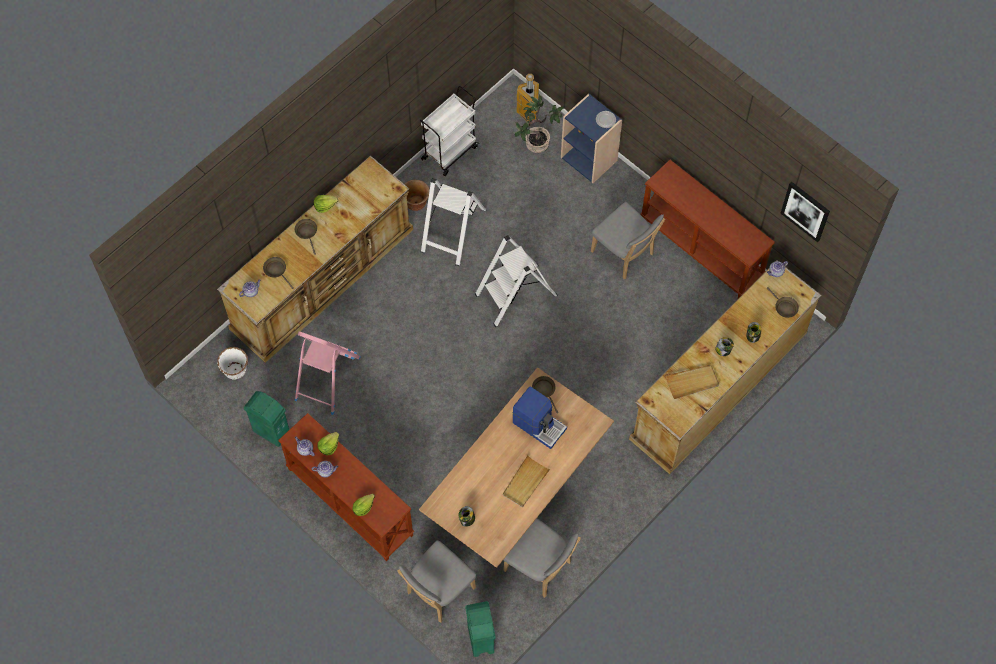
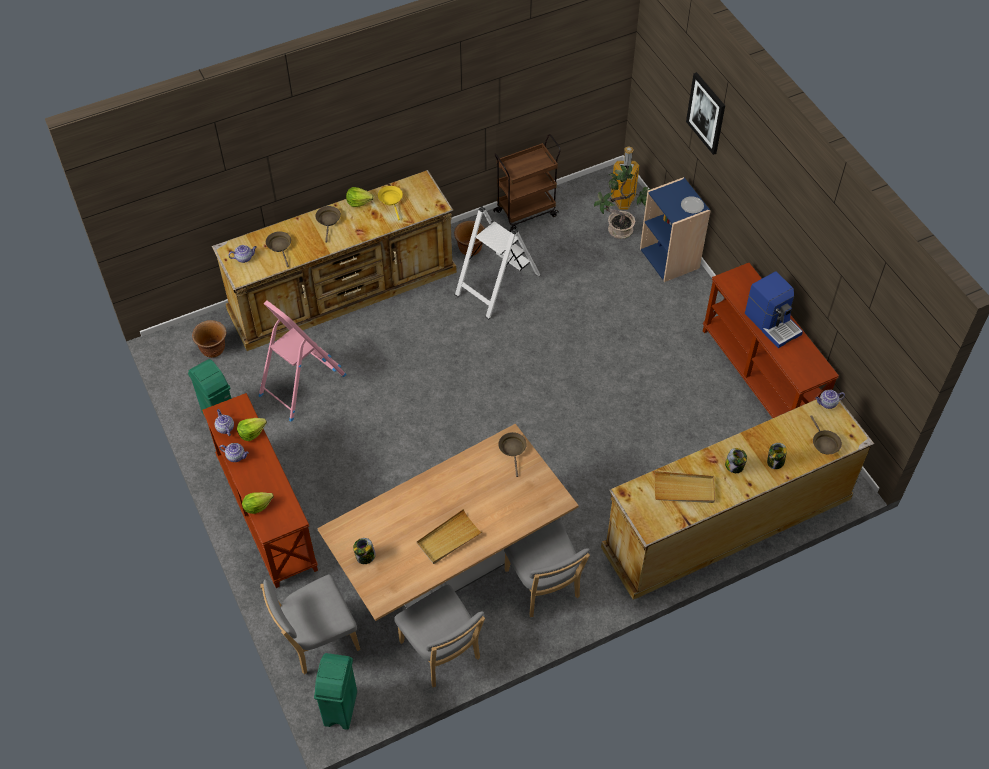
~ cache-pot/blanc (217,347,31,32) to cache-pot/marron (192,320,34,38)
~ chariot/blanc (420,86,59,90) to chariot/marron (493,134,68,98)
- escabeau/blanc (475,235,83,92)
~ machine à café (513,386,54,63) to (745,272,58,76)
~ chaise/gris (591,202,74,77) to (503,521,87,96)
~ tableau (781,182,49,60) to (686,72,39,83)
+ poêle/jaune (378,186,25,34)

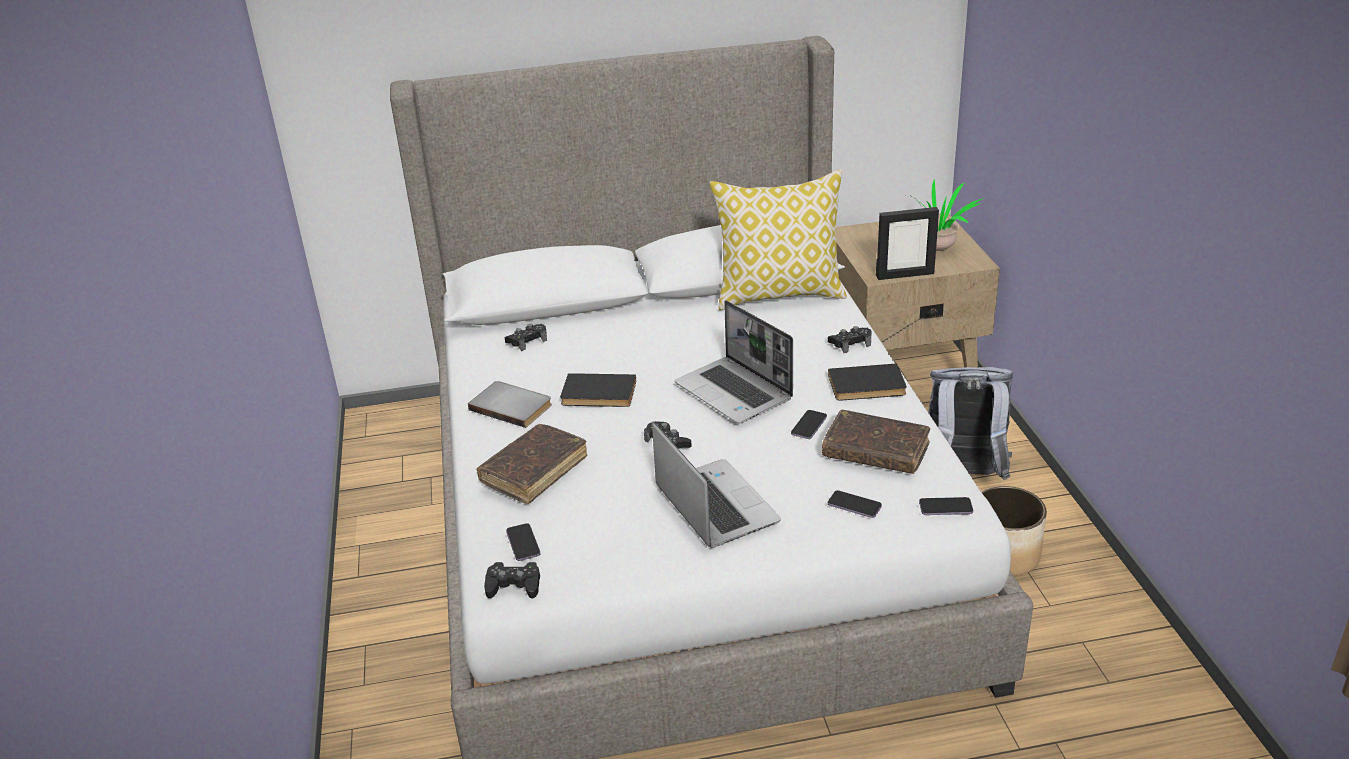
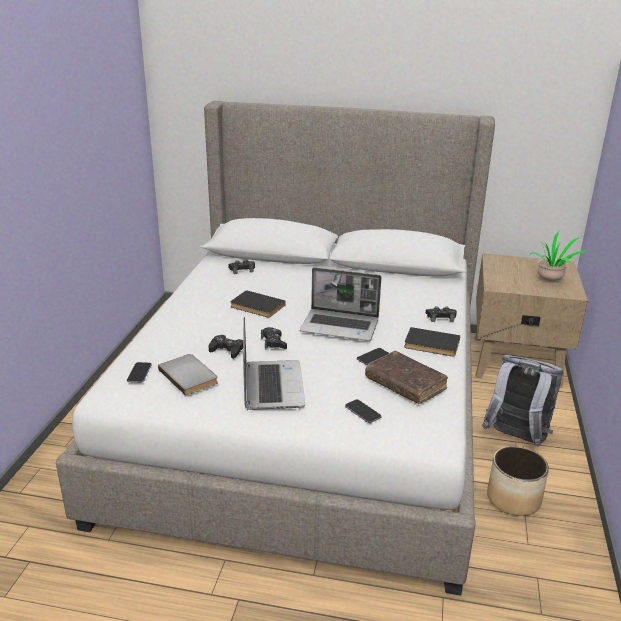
~ livre/gris (468,381,84,47) to (158,354,60,42)
- livre/marron (476,424,111,80)
~ manette/noir (484,562,56,36) to (209,335,34,24)
~ ordinateur portable (675,300,118,124) = (300,267,82,74) 60 degrees counterclockwise
- coussin (709,170,138,140)
- cadre photo (876,207,63,73)
- téléphone (919,497,54,18)

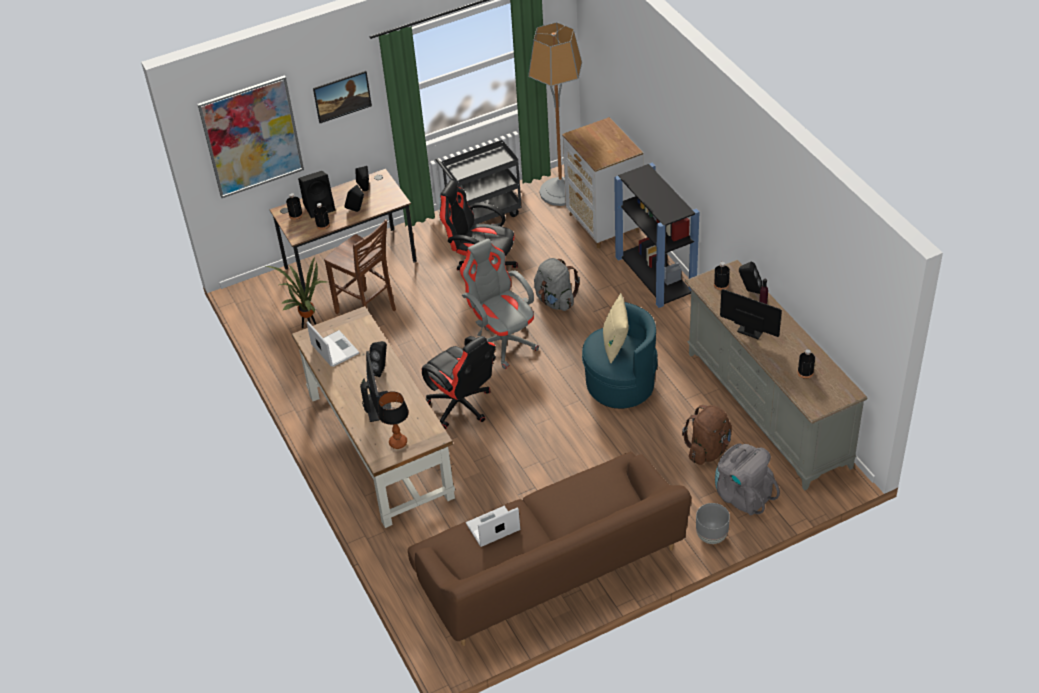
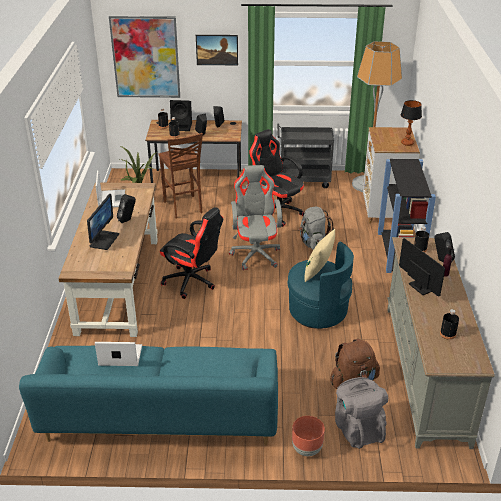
~ lampe de table (378,391,31,58) to (401,100,21,46)
~ canapé/marron (408,452,284,194) to canapé/turquoise (19,346,259,99)
~ chaise de bureau/noir (422,336,74,93) = (160,207,63,92) 45 degrees counterclockwise
~ cache-pot/gris (696,503,34,41) to cache-pot/marron (292,416,33,40)

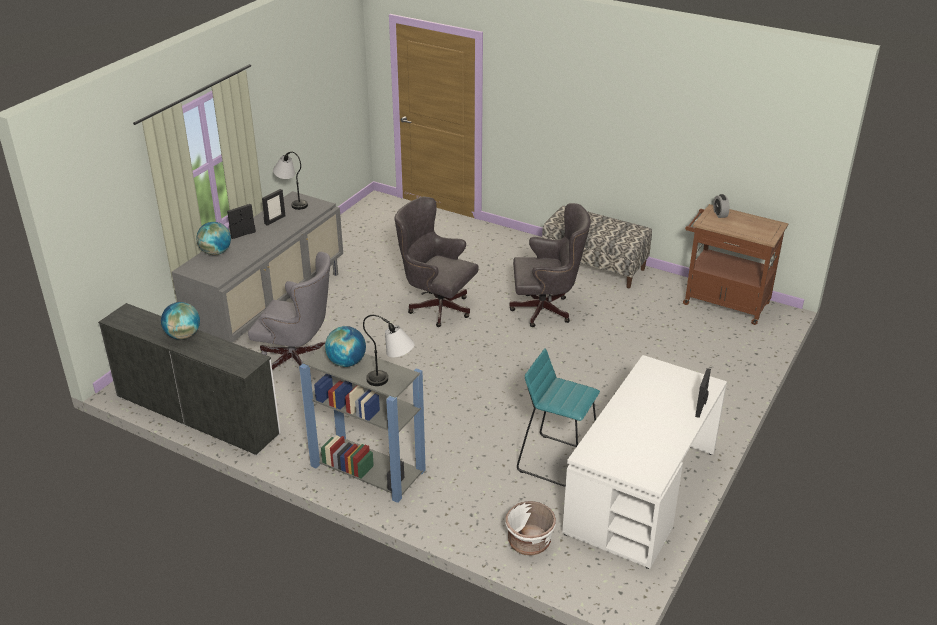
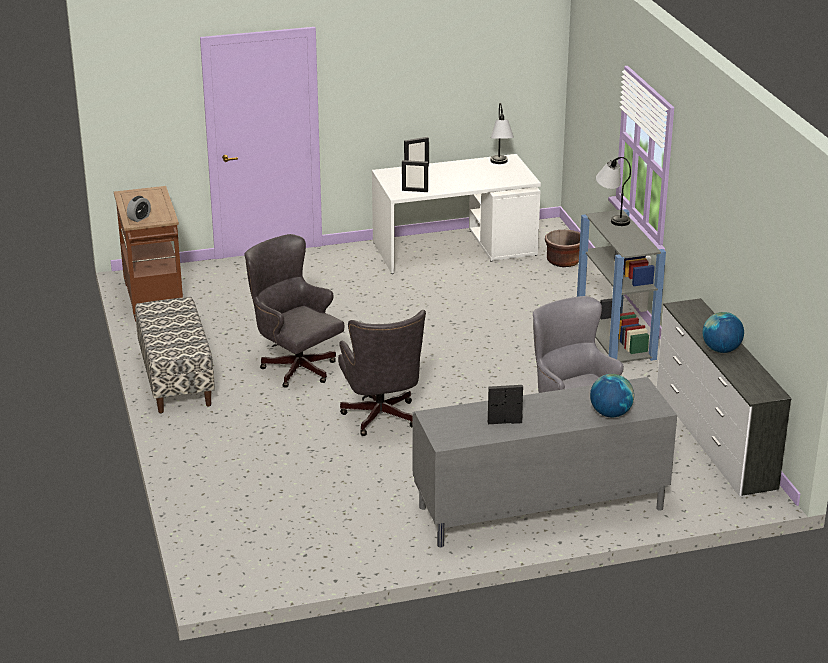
~ cadre photo (227,204,29,35) to (402,160,26,32)
~ lampe de table (273,152,35,58) to (491,103,23,61)
- globe (325,326,41,41)
~ cache-pot/blanc (505,501,51,55) to cache-pot/marron (545,230,35,37)
- tabouret/turquoise (517,348,83,139)

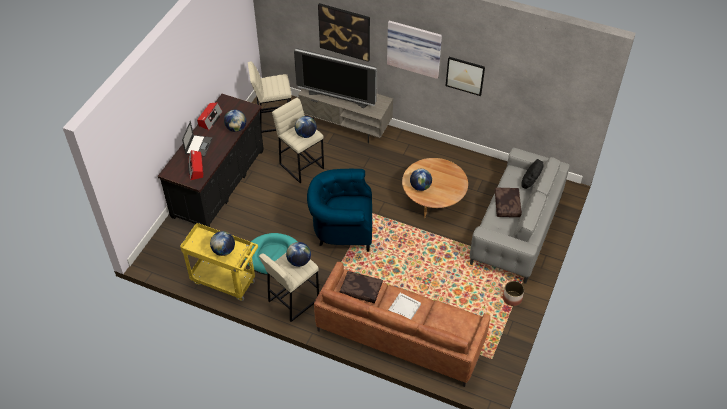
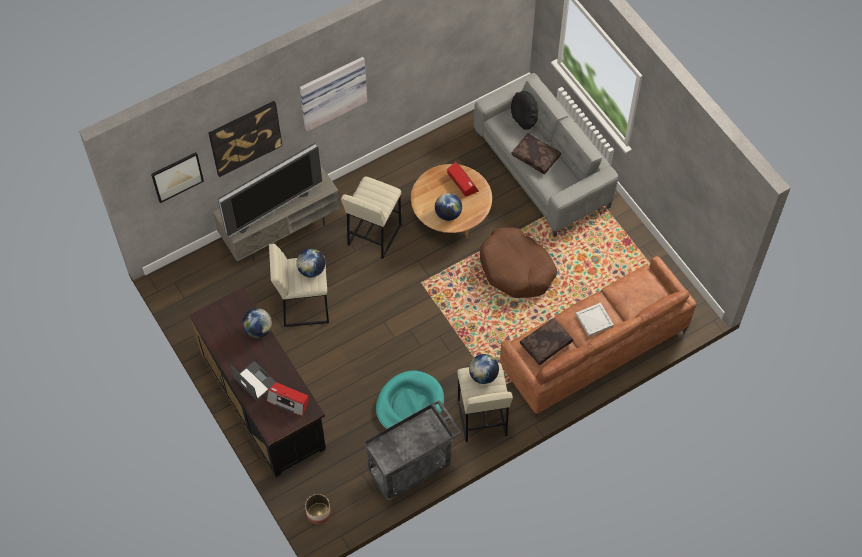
~ chariot/jaune (180,223,78,78) to chariot/gris (365,400,96,100)
~ radio (197,103,26,27) to (447,162,32,35)
- globe (210,231,25,25)
~ tabouret/beige (248,61,43,72) to (341,176,60,83)
- fauteuil/bleu (307,169,65,83)
~ tableau (446,57,39,39) to (151,152,53,51)
~ cache-pot (503,281,21,25) to (305,494,26,30)
+ panier pour chien/marron (480,227,77,71)

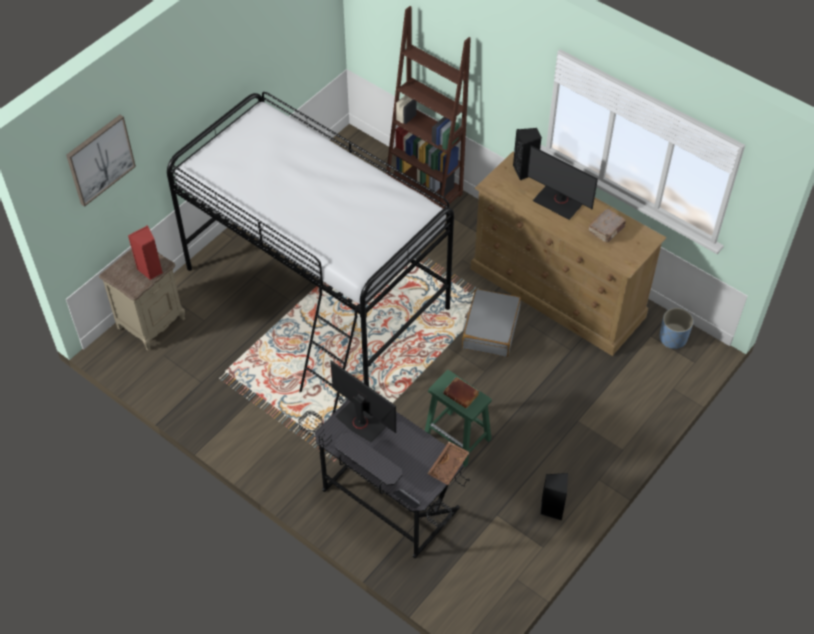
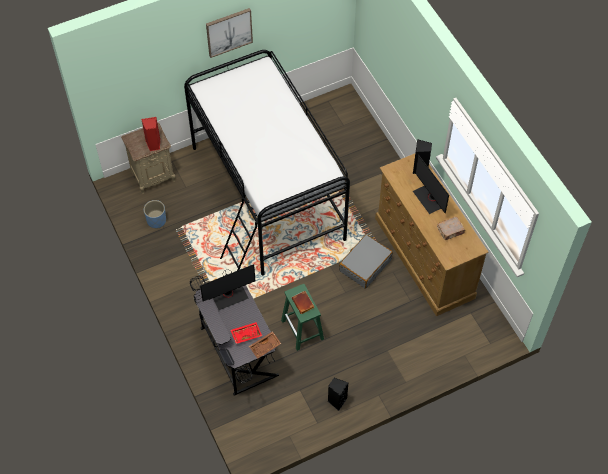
~ tableau (66,115,70,92) to (206,8,47,50)
~ écran d'ordinateur (330,360,66,82) = (200,264,55,46) 90 degrees clockwise
- bibliothèque/marron (386,6,85,203)
~ cache-pot/bleu (659,308,35,41) to (144,200,22,28)
+ plateau/rouge (230,322,32,22)

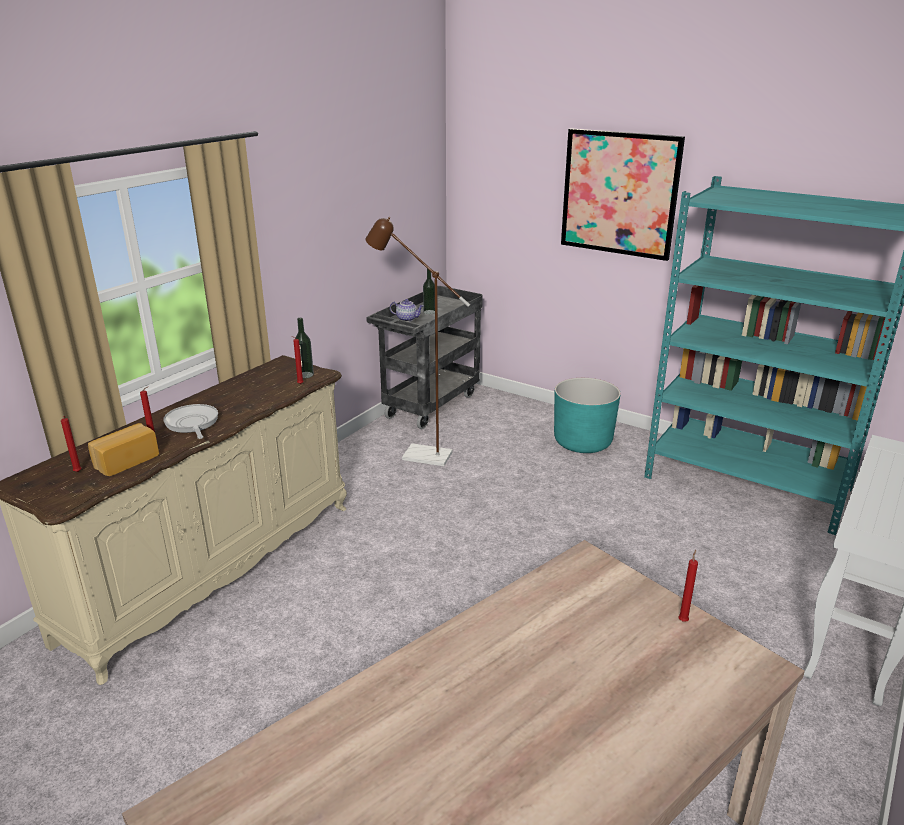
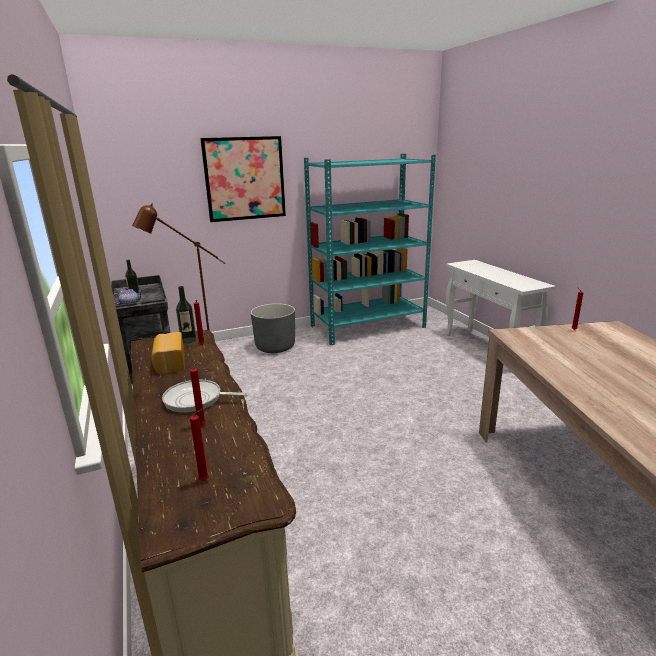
~ pain (88,423,71,53) to (152,332,33,42)
~ cache-pot/turquoise (554,378,67,75) to cache-pot/gris (251,303,44,50)

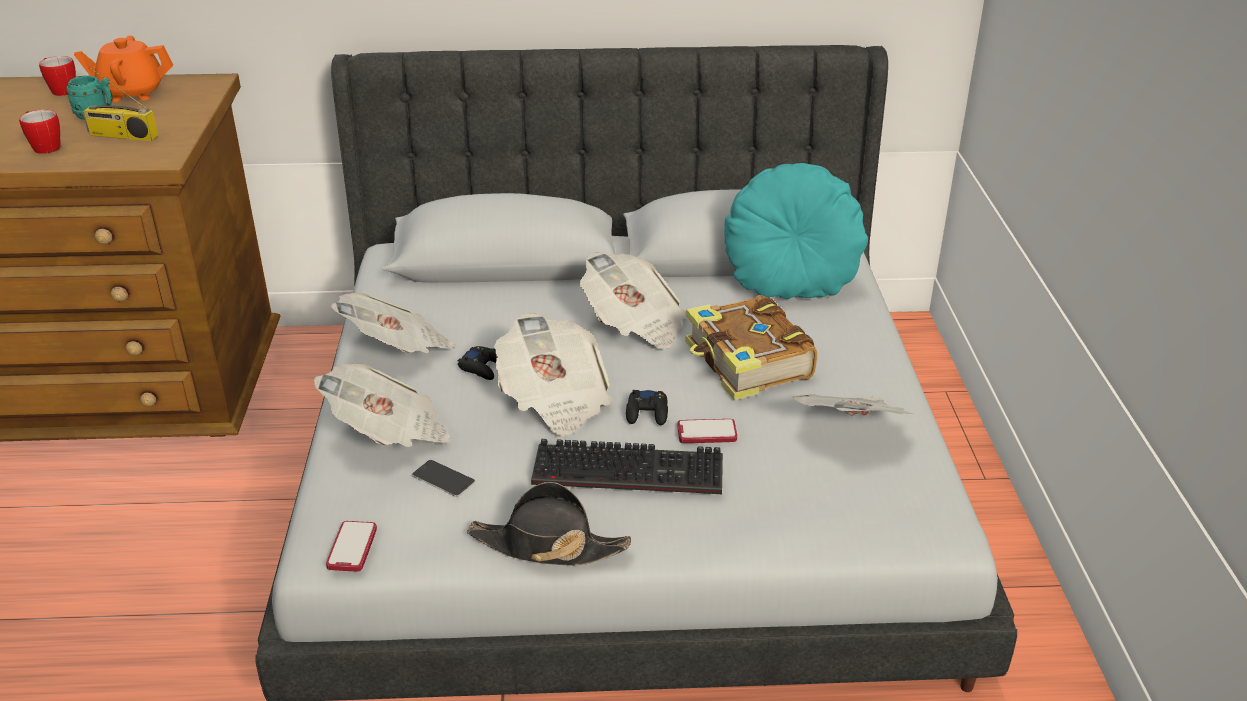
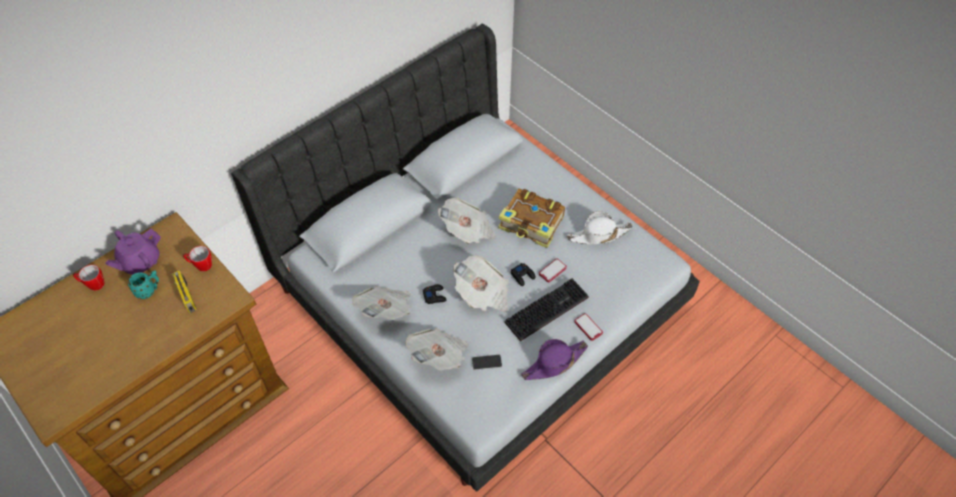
~ mug (19,110,41,44) to (183,246,29,26)
~ théière/orange (74,36,99,66) to théière/violet (105,228,56,46)
~ radio (83,67,76,74) = (172,270,25,43) 90 degrees counterclockwise
~ téléphone (326,521,51,51) to (574,313,29,28)
~ chapeau/noir (467,482,164,84) to chapeau/violet (521,339,67,41)
- coussin/turquoise (724,163,144,136)
~ journal (793,394,120,22) to chapeau/blanc (567,211,65,33)

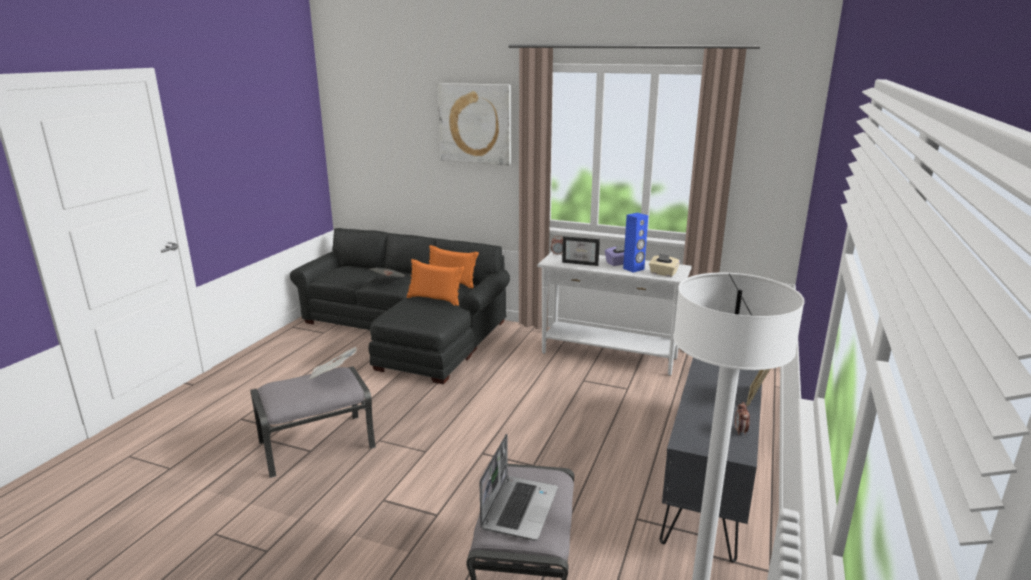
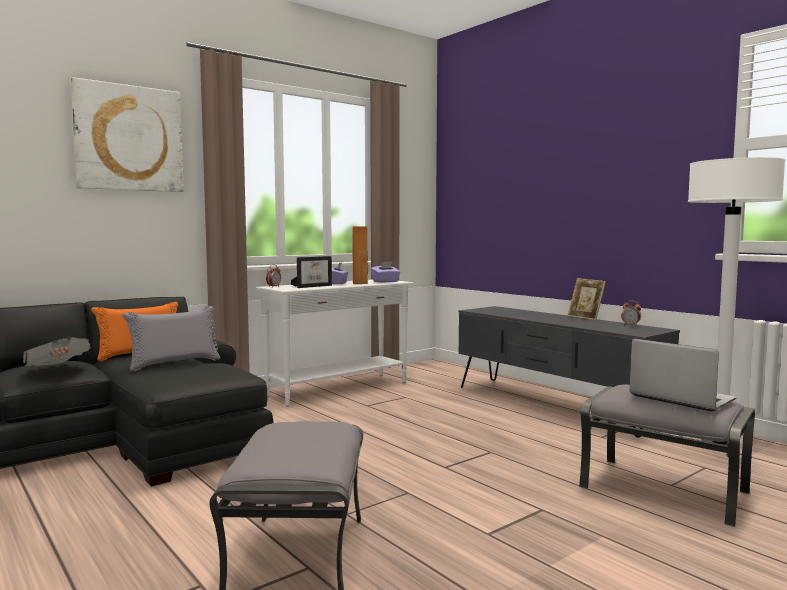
- journal (308,347,49,33)
~ coussin/orange (407,259,57,47) to coussin/gris (122,306,98,66)
~ enceinte/bleu (623,213,25,60) to enceinte/marron (352,226,16,58)
~ boîte à mouchoirs/beige (649,253,31,24) to boîte à mouchoirs/violet (371,262,29,21)

